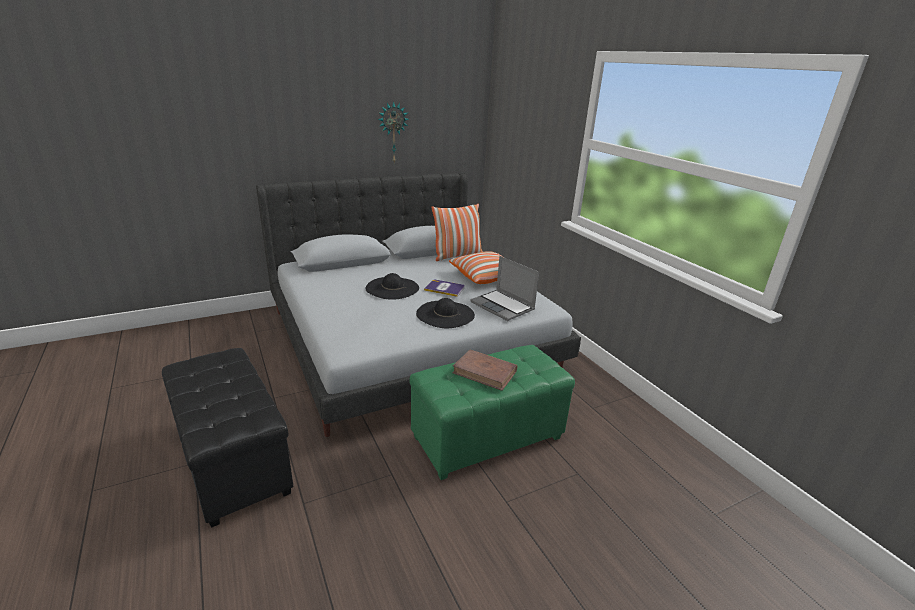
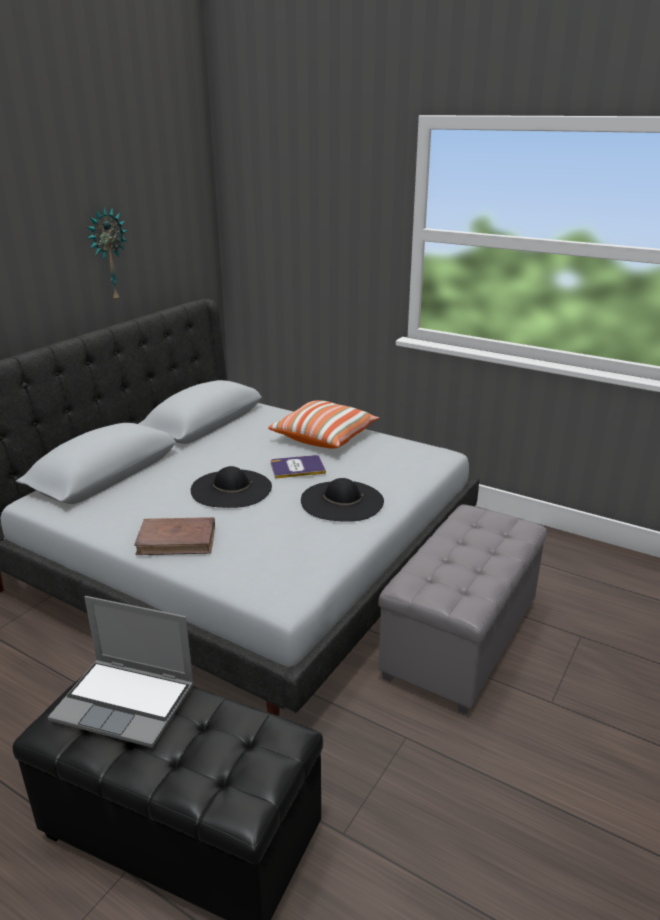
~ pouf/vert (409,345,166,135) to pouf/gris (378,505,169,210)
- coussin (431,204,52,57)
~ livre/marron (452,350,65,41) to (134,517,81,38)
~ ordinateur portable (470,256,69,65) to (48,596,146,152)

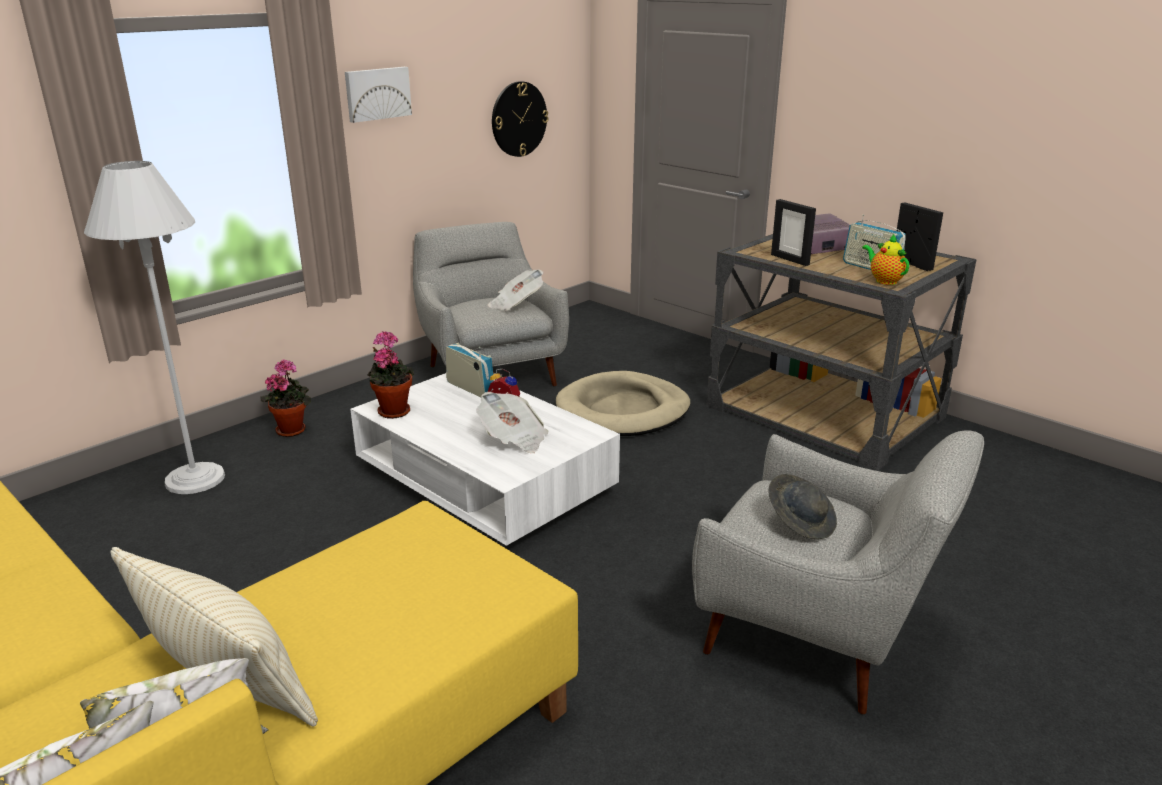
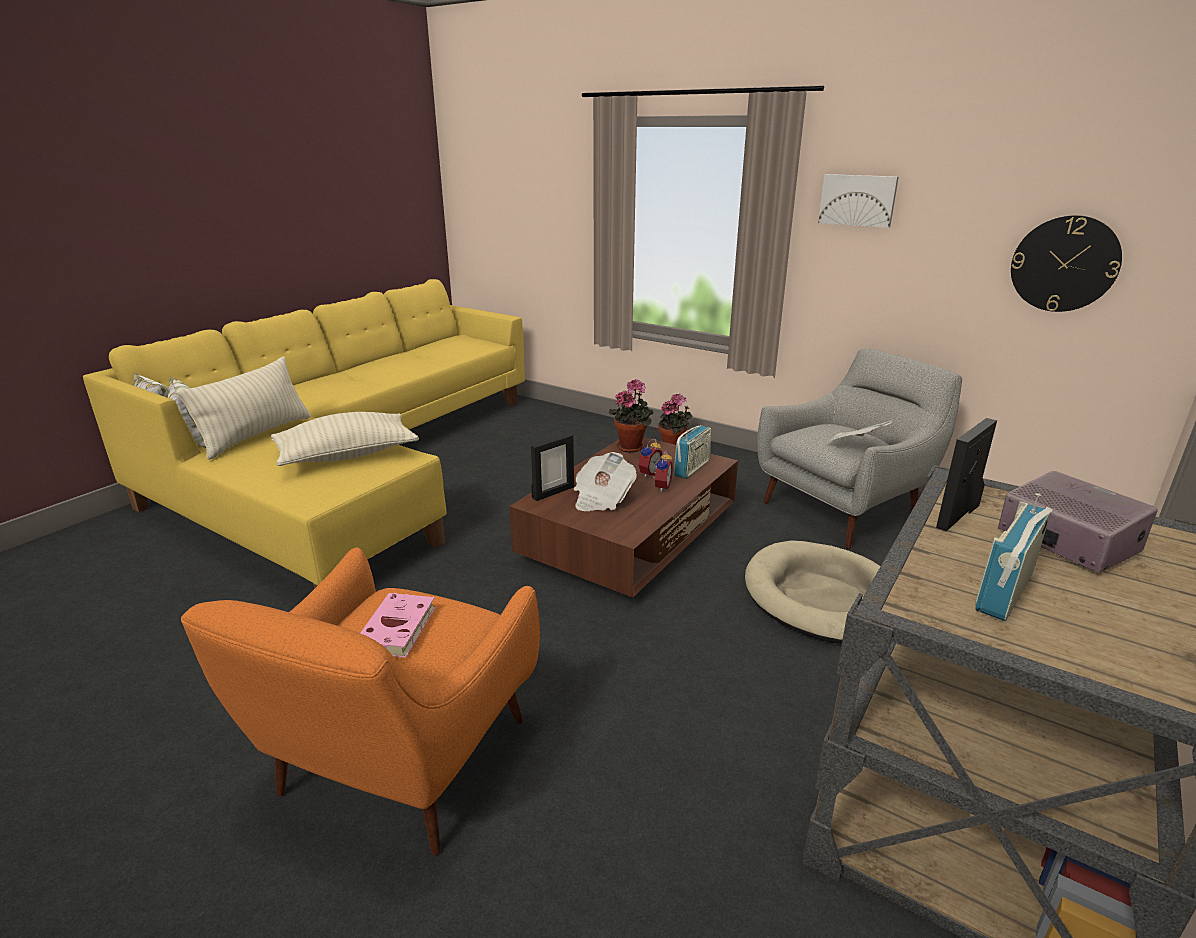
- lampadaire/blanc (84,161,141,333)
~ table basse/blanc (350,373,270,173) to table basse/marron (509,437,229,161)
~ fauteuil/gris (692,430,292,284) to fauteuil/orange (181,547,359,308)
~ chapeau/gris (768,474,69,65) to livre/rose (360,593,76,65)
- théière (862,234,47,51)
~ cadre photo (897,203,46,68) to (531,434,43,67)
+ coussin/beige (271,412,148,54)
+ réveil (638,439,24,39)

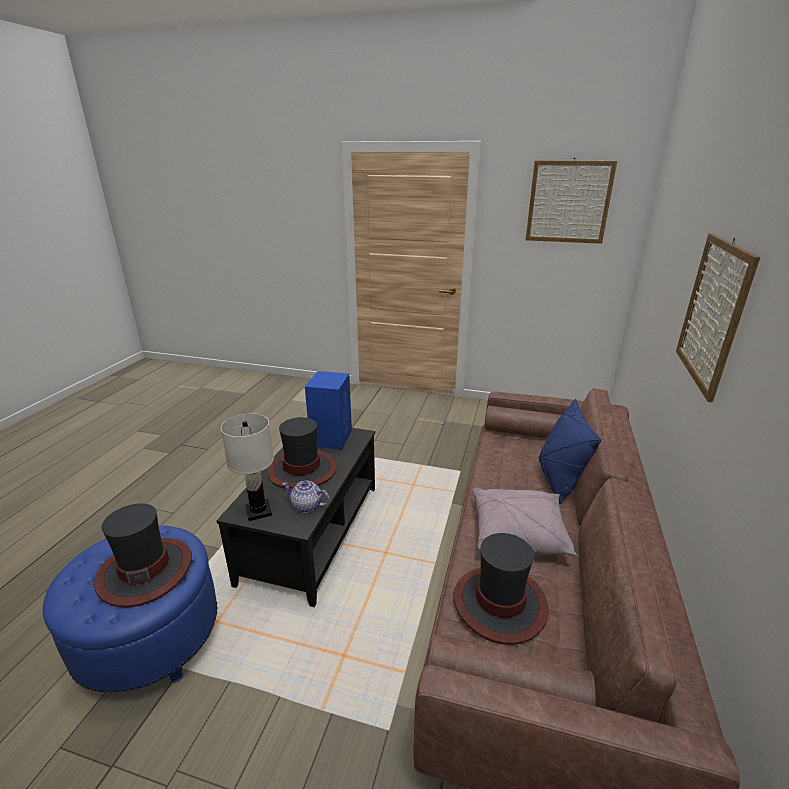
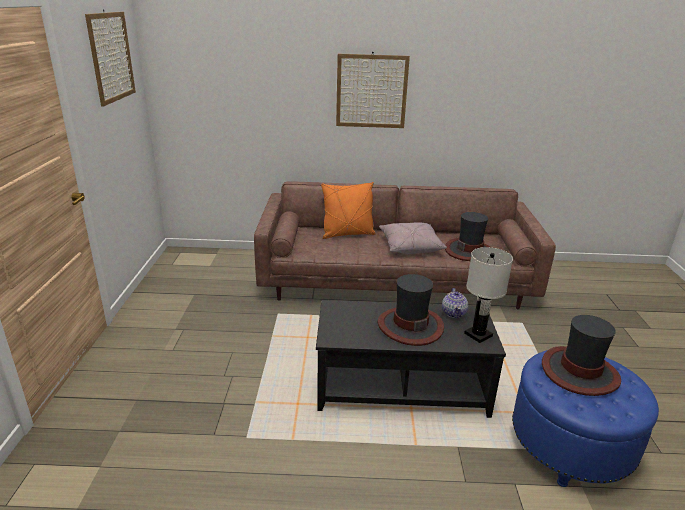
- enceinte/bleu (305,371,47,79)
~ coussin/bleu (538,399,64,105) to coussin/orange (321,182,55,57)

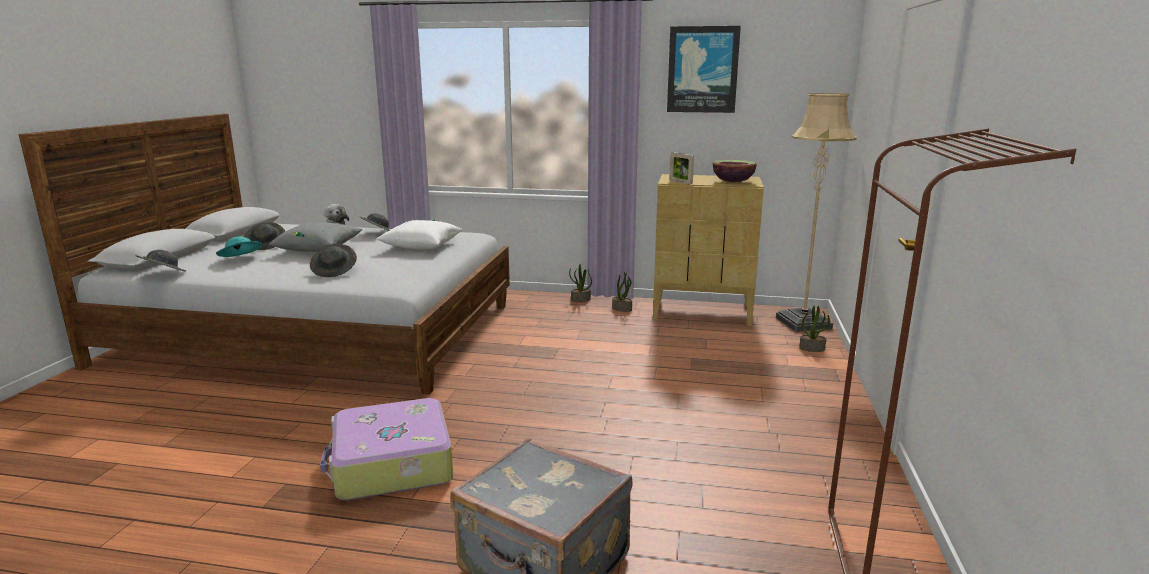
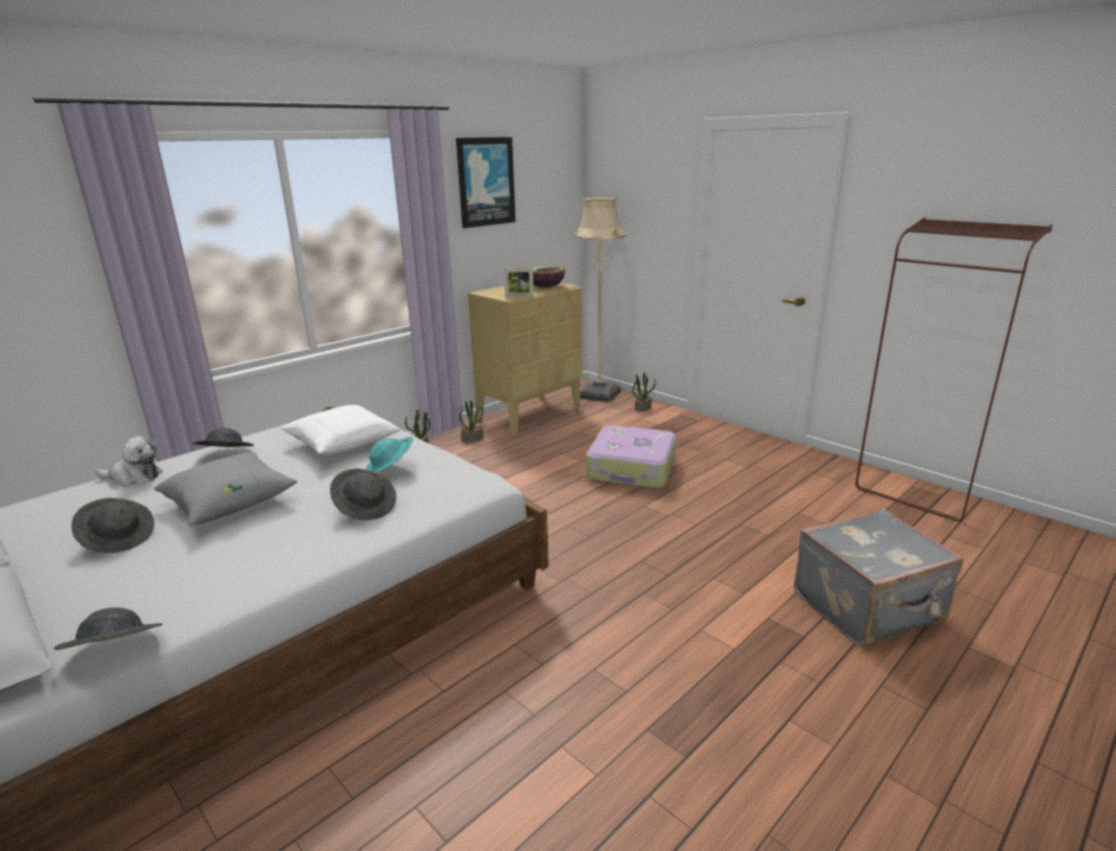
~ chapeau/turquoise (216,236,46,21) to (365,437,48,36)
~ valise (320,398,133,102) to (586,425,91,64)

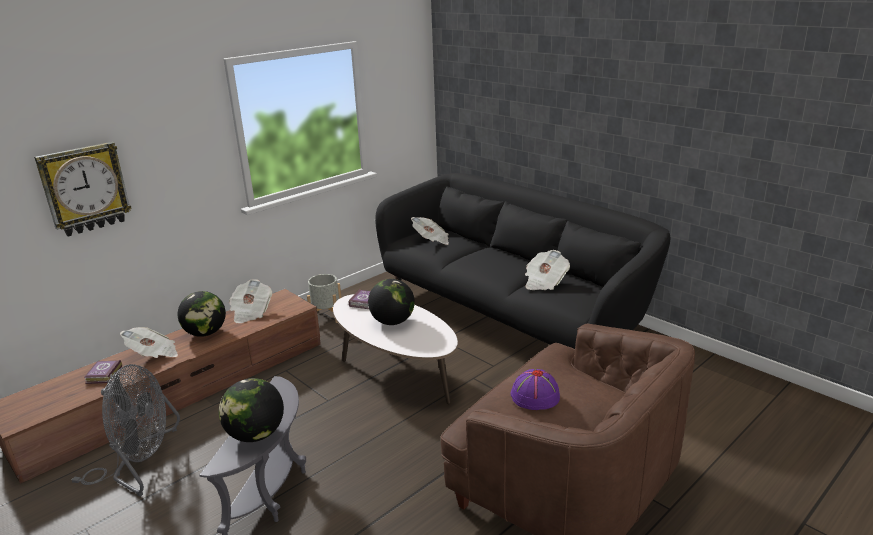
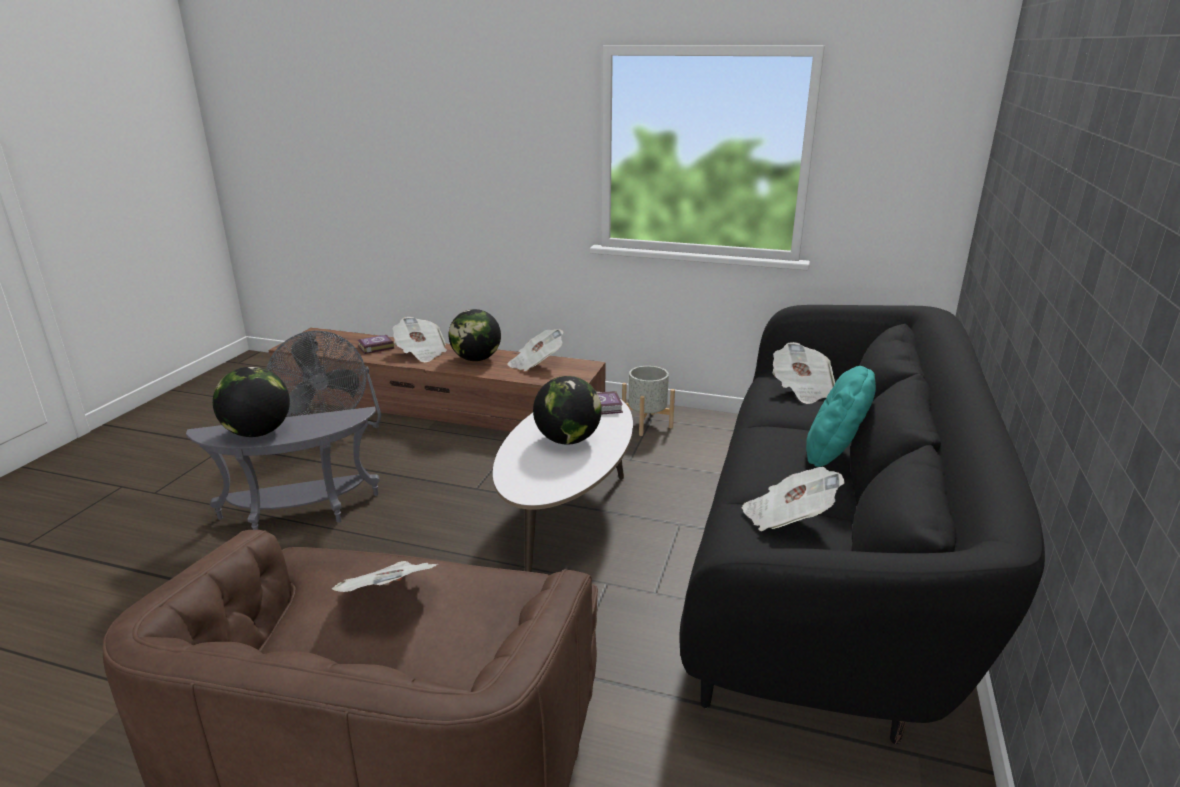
- horloge murale (34,142,98,95)
~ chapeau/violet (510,369,50,41) to journal (332,561,106,31)
+ coussin/turquoise (806,366,70,101)

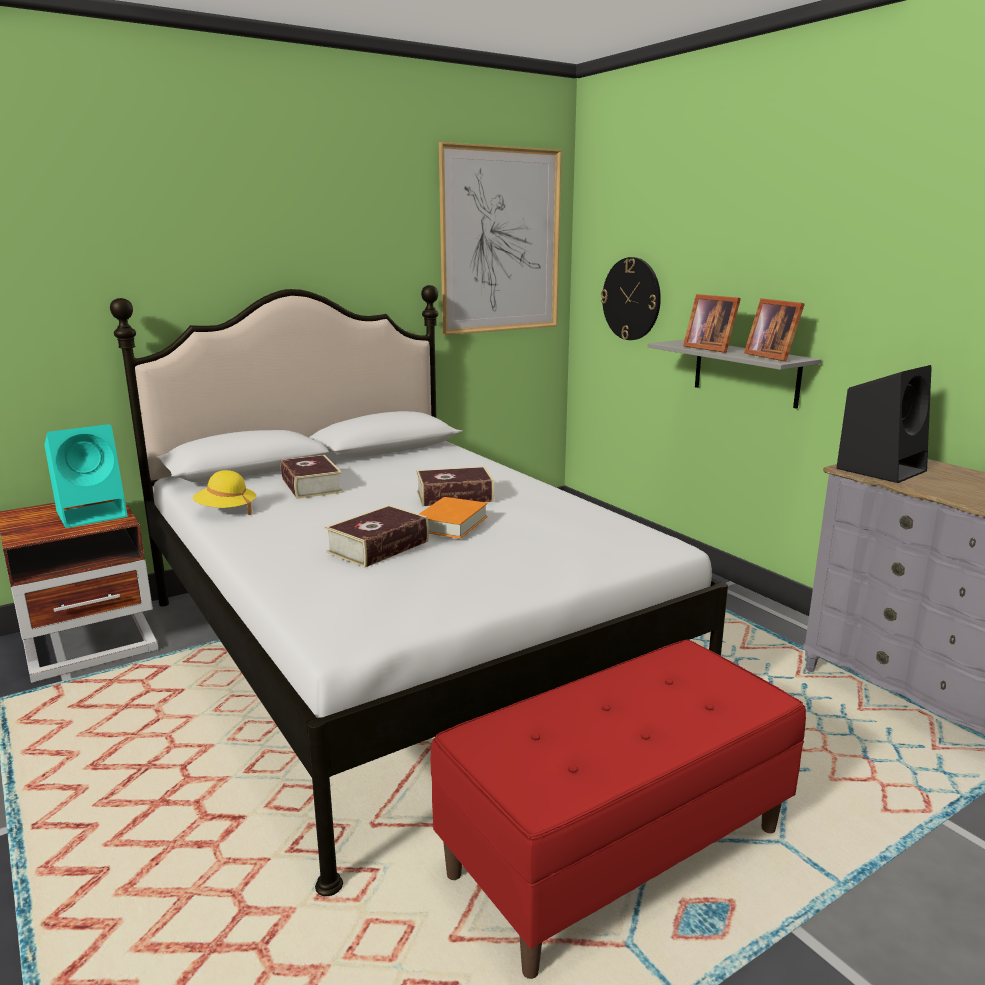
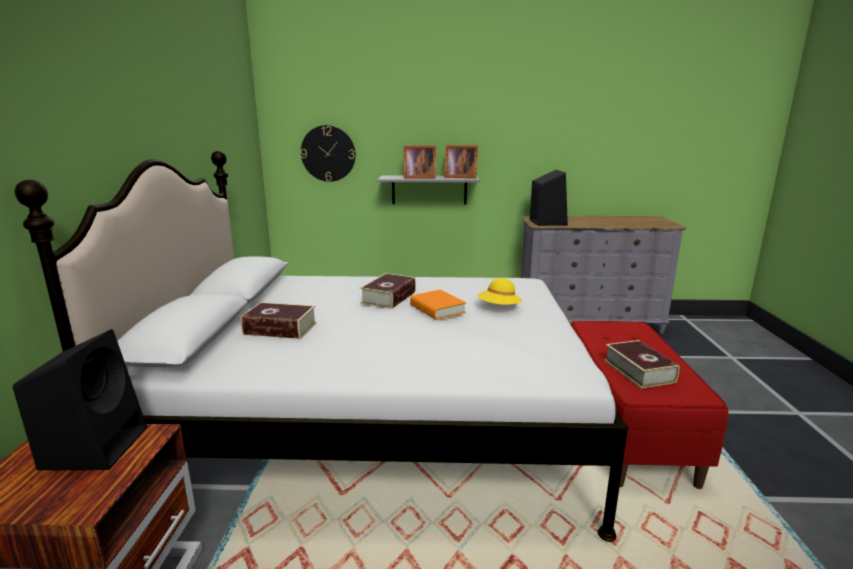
~ enceinte/turquoise (44,424,84,104) to enceinte/noir (13,329,134,141)
~ chapeau/jaune (193,470,63,45) to (477,278,45,27)
~ livre (325,505,104,62) to (604,340,76,49)
- tableau (439,142,123,193)

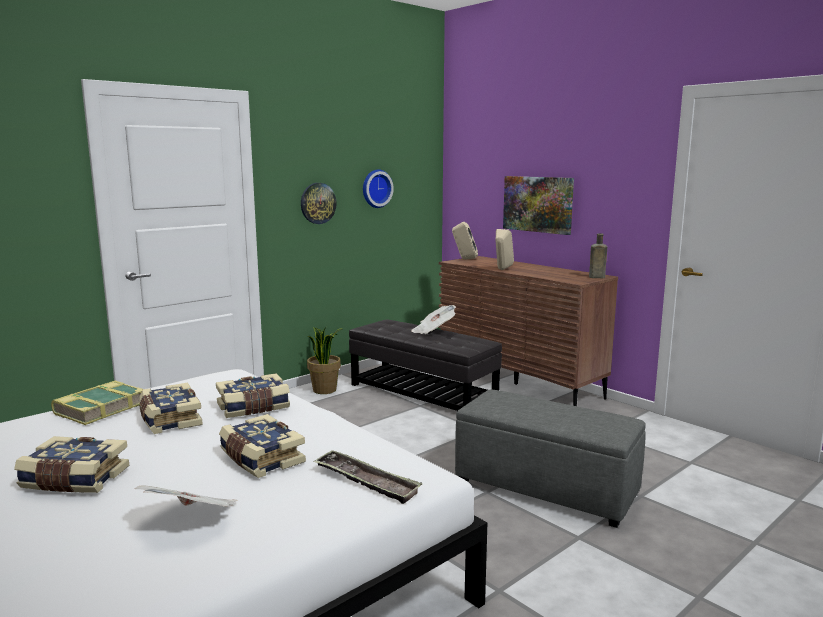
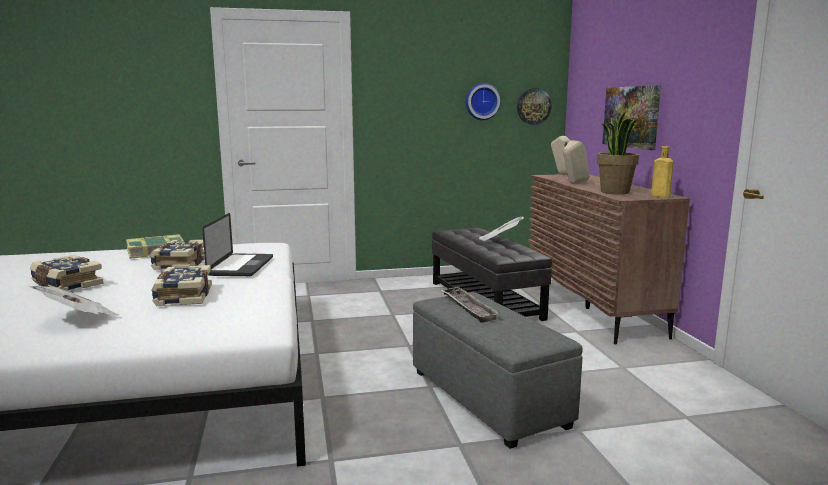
~ livre (216,373,74,45) to ordinateur portable (202,213,71,63)
~ horloge murale (301,183,36,41) to (517,88,35,37)
~ plante en pot (307,327,35,67) to (597,112,48,82)
~ plateau (313,450,109,54) to (441,287,59,36)
~ bouteille/marron (589,233,18,45) to bouteille/jaune (651,146,23,52)

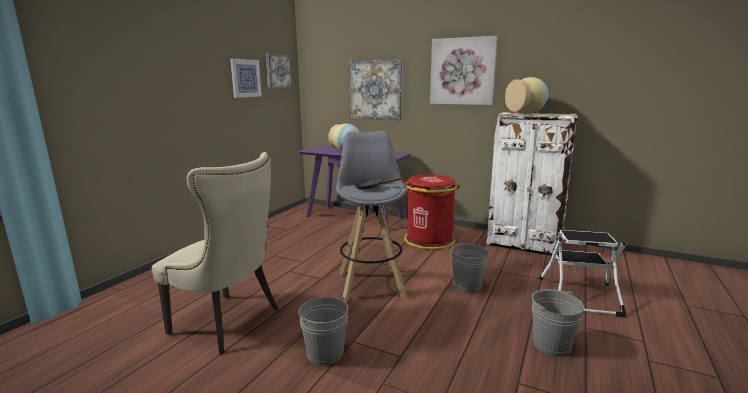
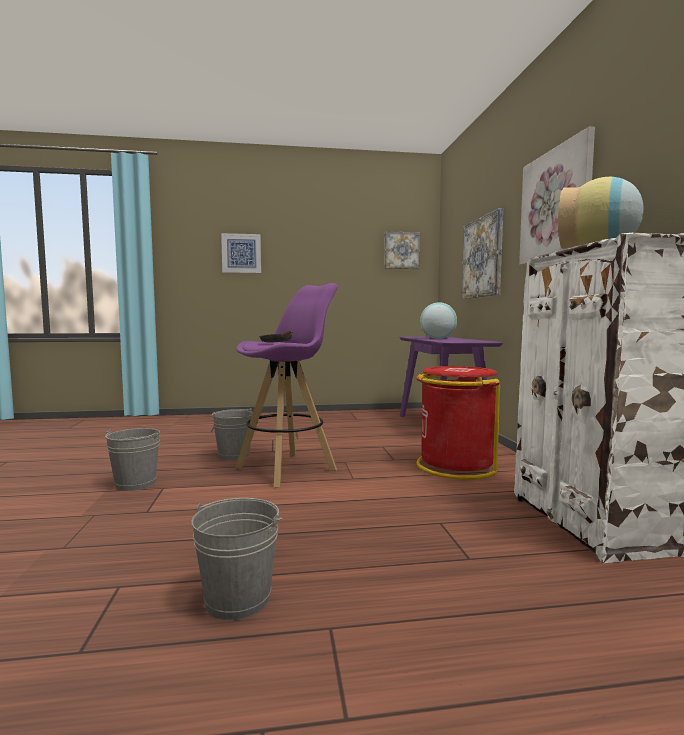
- chaise/beige (152,152,126,203)
~ tableau (230,58,32,40) to (221,233,40,40)
~ tabouret/gris (336,131,72,171) to tabouret/violet (235,283,103,205)
~ seau/gris (451,241,38,52) to (211,408,42,52)
- escabeau (539,230,88,88)

